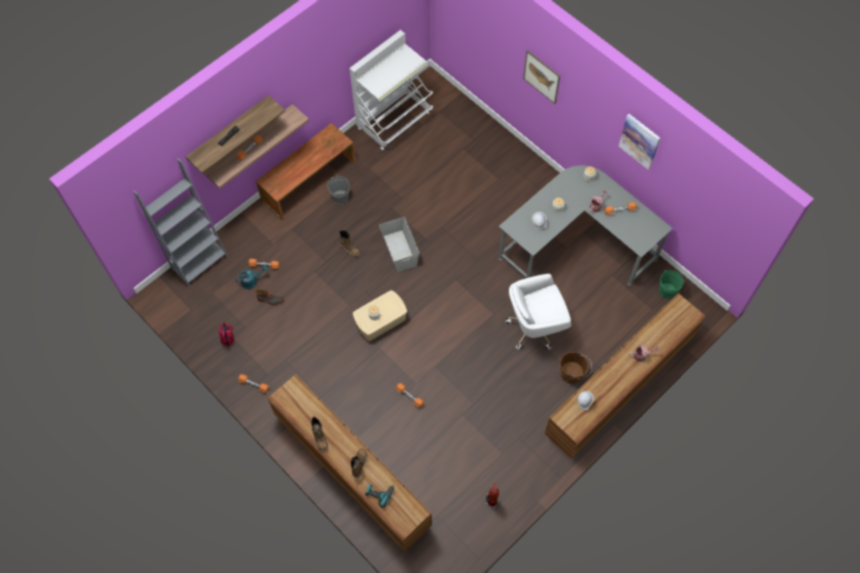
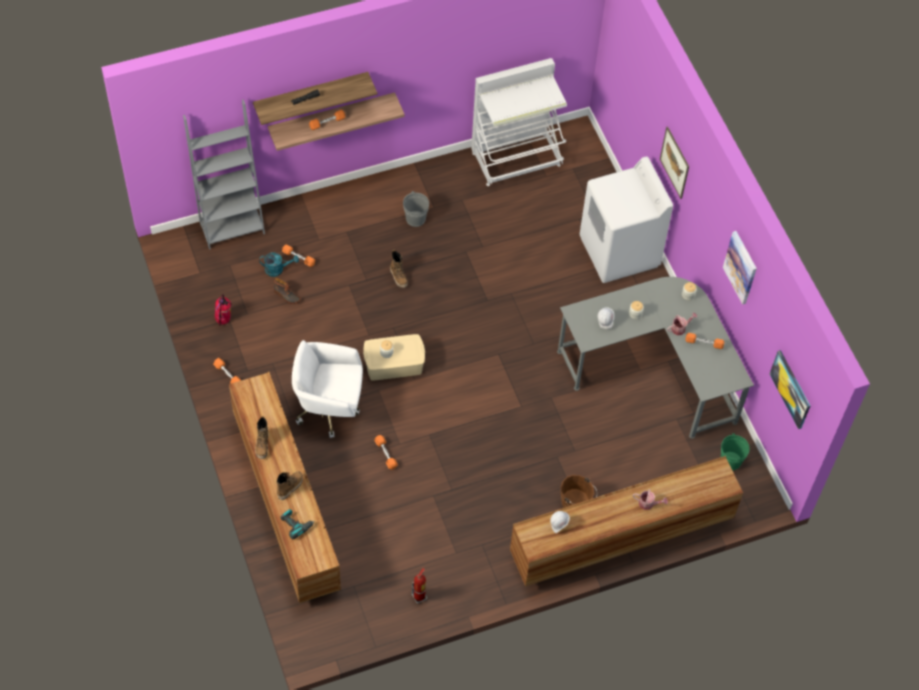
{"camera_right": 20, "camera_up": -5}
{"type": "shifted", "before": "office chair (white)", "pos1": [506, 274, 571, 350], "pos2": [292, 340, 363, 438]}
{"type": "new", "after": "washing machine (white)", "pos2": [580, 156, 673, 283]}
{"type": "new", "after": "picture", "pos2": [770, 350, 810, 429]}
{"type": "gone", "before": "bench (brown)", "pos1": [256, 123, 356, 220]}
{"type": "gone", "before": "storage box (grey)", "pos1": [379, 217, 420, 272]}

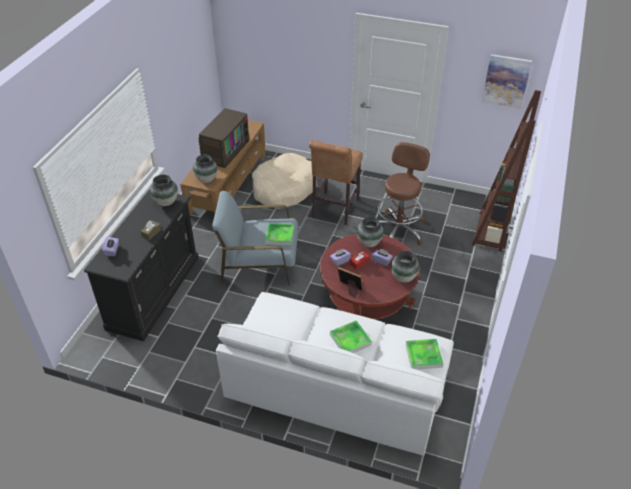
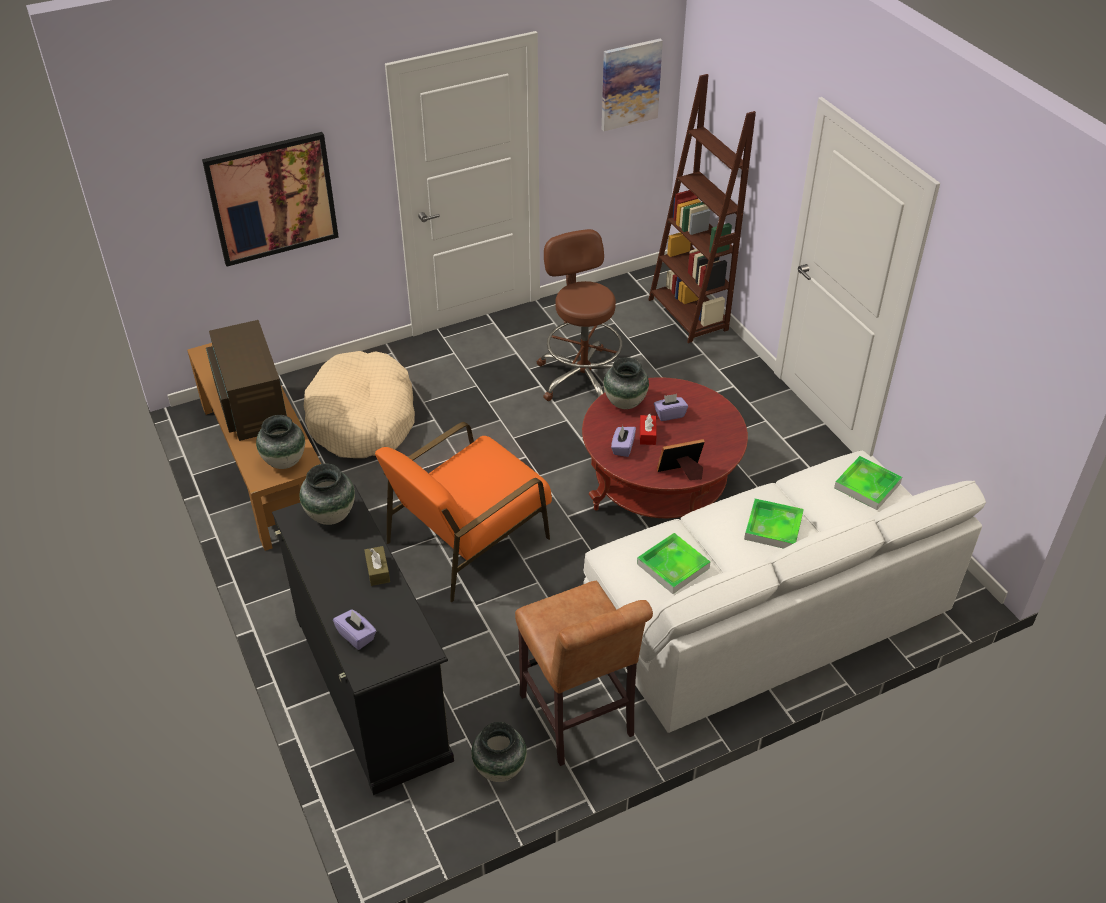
{"camera_right": -45, "camera_up": 0}
{"type": "new", "after": "picture", "pos2": [202, 132, 339, 267]}
{"type": "repainted", "before": "armchair (blue)", "after": "armchair (orange)", "pos1": [212, 191, 298, 286], "pos2": [375, 422, 552, 602]}
{"type": "shifted", "before": "vase", "pos1": [391, 250, 419, 283], "pos2": [471, 722, 527, 782]}
{"type": "shifted", "before": "stool (brown)", "pos1": [309, 140, 363, 225], "pos2": [515, 581, 653, 766]}
{"type": "shifted", "before": "tray", "pos1": [265, 223, 294, 246], "pos2": [637, 533, 710, 594]}

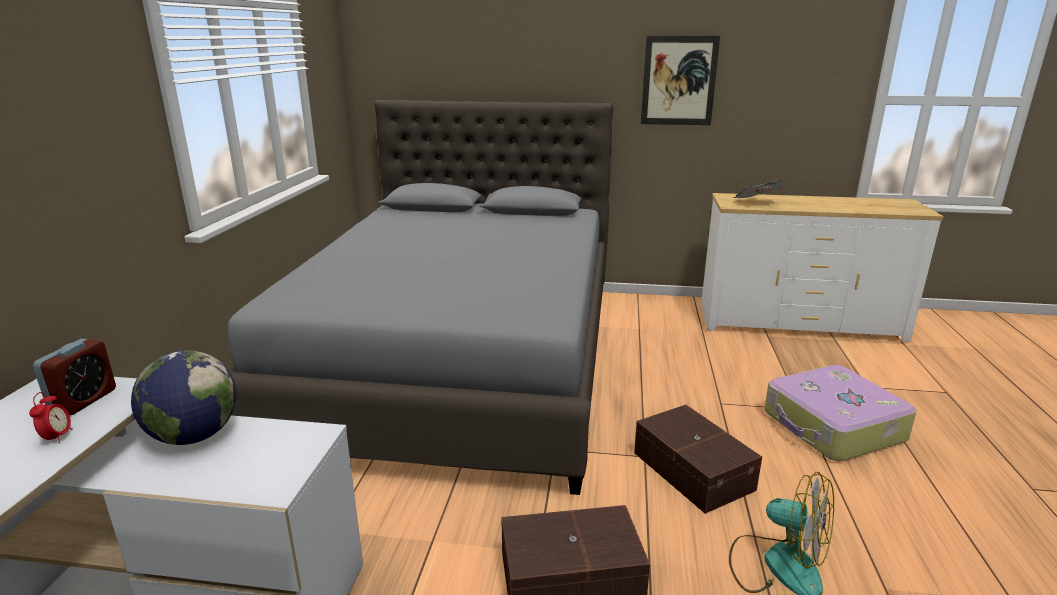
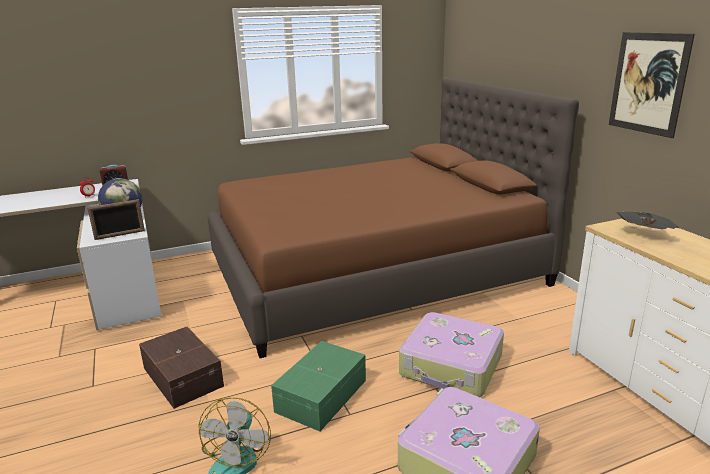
{"camera_right": 60, "camera_up": 0}
{"type": "new", "after": "picture frame", "pos2": [87, 199, 145, 240]}
{"type": "repainted", "before": "bed (grey)", "after": "bed (brown)", "pos1": [228, 100, 613, 495], "pos2": [208, 77, 579, 358]}
{"type": "repainted", "before": "storage box (brown)", "after": "storage box (green)", "pos1": [634, 405, 762, 514], "pos2": [271, 341, 366, 431]}
{"type": "new", "after": "suitcase", "pos2": [399, 312, 504, 397]}

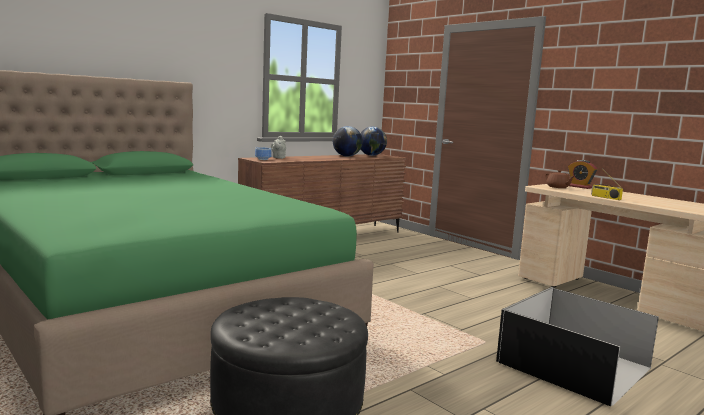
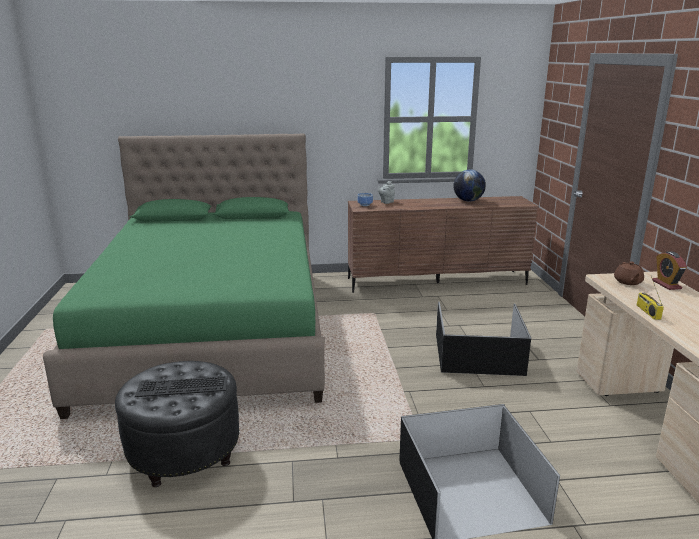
{"camera_right": 35, "camera_up": 10}
{"type": "new", "after": "keyboard", "pos2": [135, 376, 228, 397]}
{"type": "new", "after": "storage box (black)", "pos2": [436, 302, 531, 376]}
{"type": "gone", "before": "globe", "pos1": [361, 127, 387, 156]}

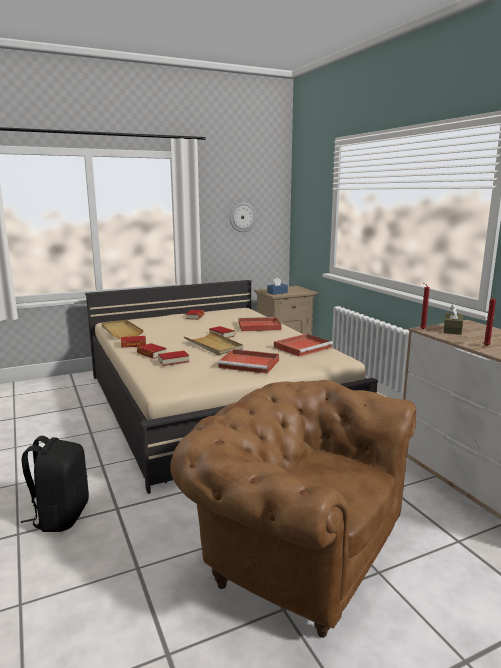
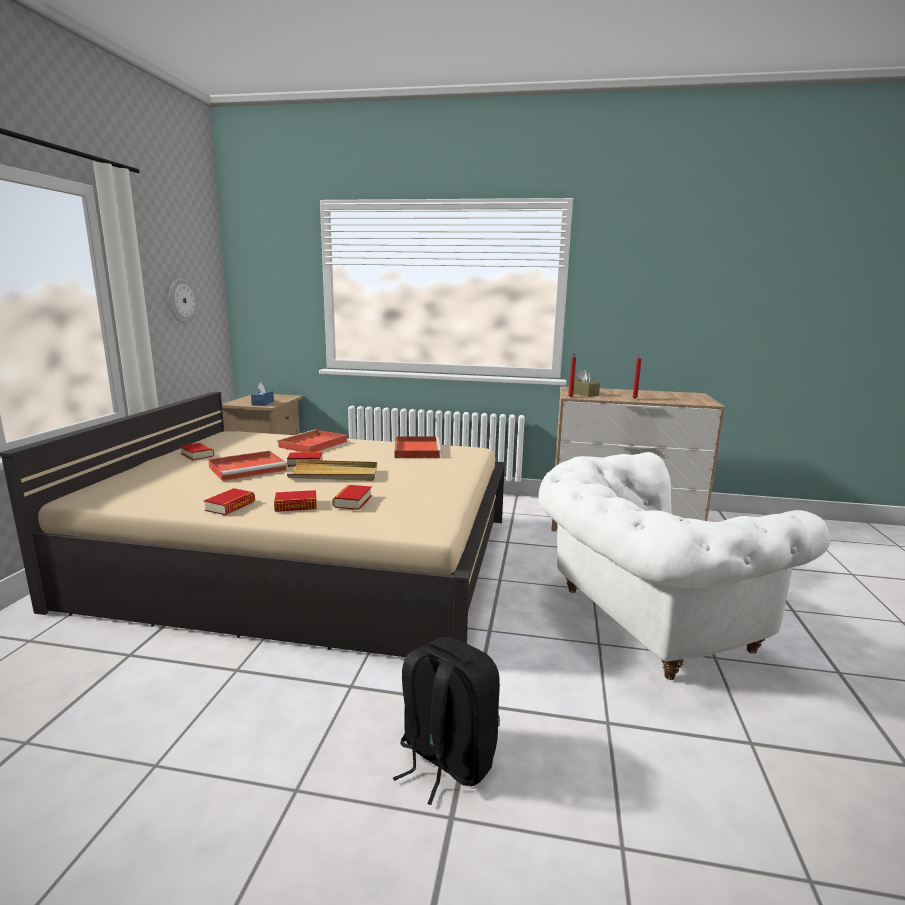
{"camera_right": -55, "camera_up": 0}
{"type": "shifted", "before": "tray (red)", "pos1": [218, 349, 279, 374], "pos2": [208, 451, 287, 481]}
{"type": "repainted", "before": "armchair (brown)", "after": "armchair (white)", "pos1": [170, 380, 416, 638], "pos2": [539, 452, 830, 680]}
{"type": "gone", "before": "tray (beige)", "pos1": [102, 320, 144, 339]}

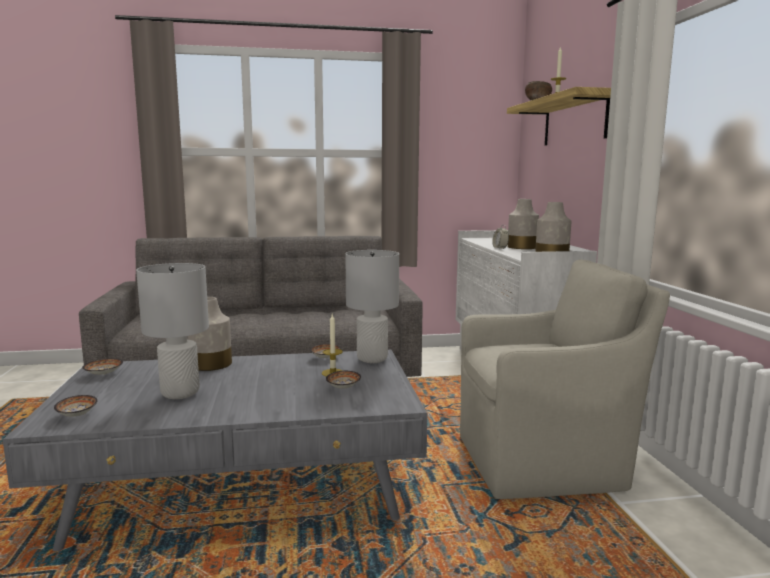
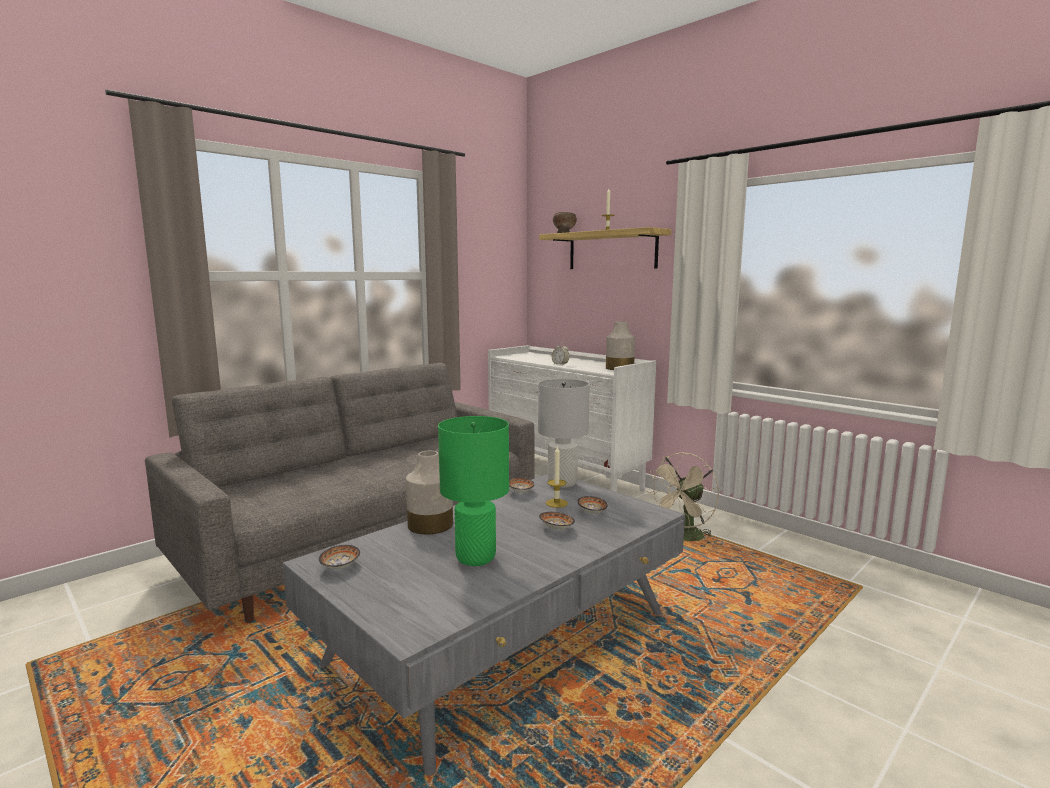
{"camera_right": -35, "camera_up": 0}
{"type": "repainted", "before": "table lamp (grey)", "after": "table lamp (green)", "pos1": [136, 263, 209, 399], "pos2": [438, 416, 509, 566]}
{"type": "shifted", "before": "bowl", "pos1": [54, 395, 97, 417], "pos2": [539, 512, 575, 530]}
{"type": "swapped", "before": "armchair (beige)", "after": "fan (beige)", "pos1": [460, 259, 670, 499], "pos2": [649, 452, 719, 543]}
{"type": "gone", "before": "vase (beige)", "pos1": [507, 199, 539, 249]}

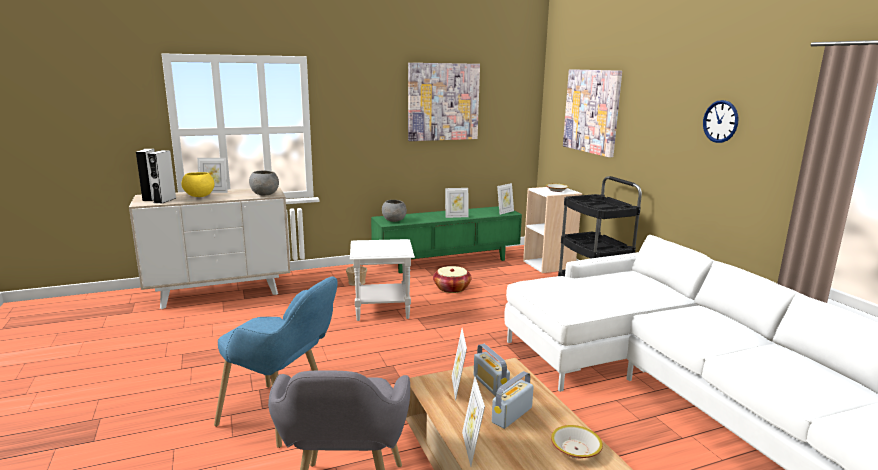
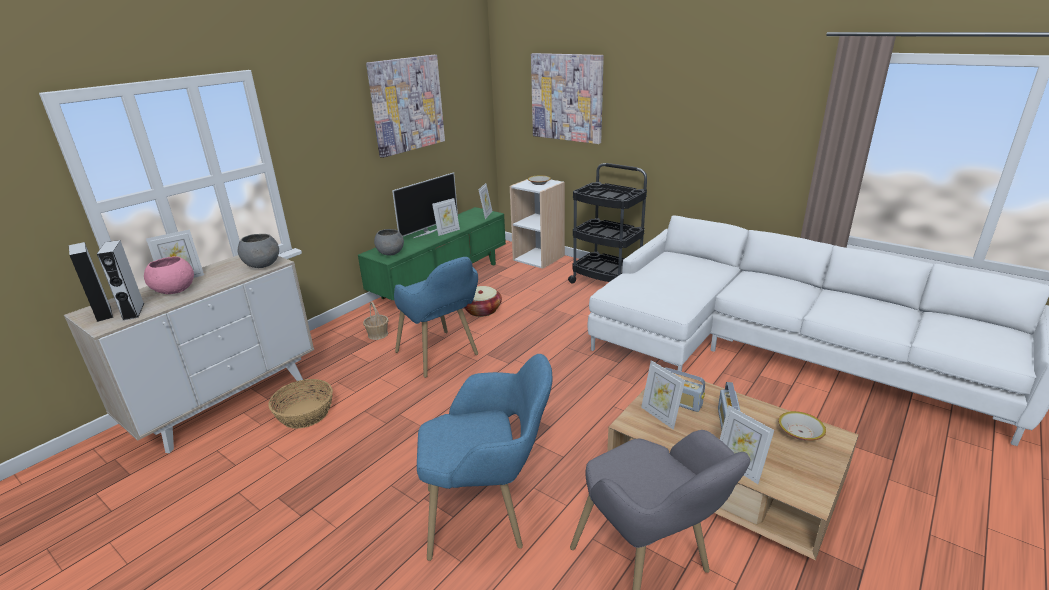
{"camera_right": -30, "camera_up": 10}
{"type": "repainted", "before": "bowl (yellow)", "after": "bowl (pink)", "pos1": [182, 172, 215, 197], "pos2": [144, 257, 194, 294]}
{"type": "new", "after": "basket", "pos2": [269, 379, 333, 428]}
{"type": "new", "after": "television", "pos2": [392, 172, 458, 238]}
{"type": "swapped", "before": "side table (white)", "after": "armchair (blue)", "pos1": [350, 239, 415, 321], "pos2": [394, 257, 478, 378]}
{"type": "gone", "before": "wall clock", "pos1": [703, 100, 738, 143]}

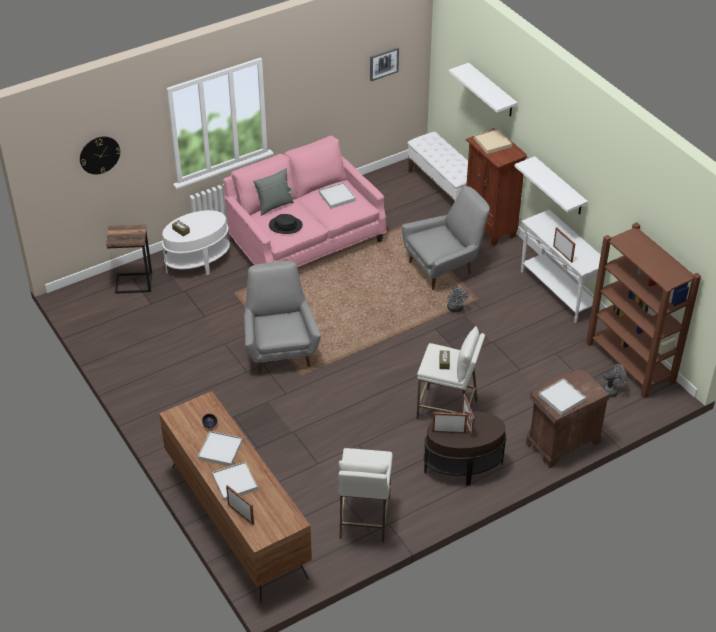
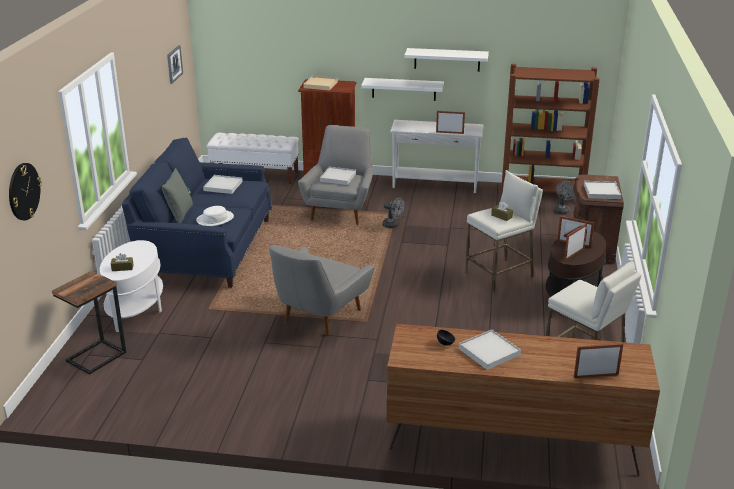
{"camera_right": -50, "camera_up": -15}
{"type": "repainted", "before": "sofa (pink)", "after": "sofa (blue)", "pos1": [223, 136, 386, 267], "pos2": [122, 137, 272, 288]}
{"type": "repainted", "before": "hat (black)", "after": "hat (white)", "pos1": [269, 214, 303, 234], "pos2": [196, 206, 234, 226]}
{"type": "rotated", "before": "armchair (grey)", "pos1": [244, 261, 321, 374], "pos2": [269, 245, 374, 336], "turn": -90}
{"type": "shifted", "before": "tray (white)", "pos1": [212, 461, 258, 501], "pos2": [320, 167, 356, 185]}
{"type": "shifted", "before": "shelf (white)", "pos1": [449, 63, 518, 117], "pos2": [404, 48, 489, 72]}

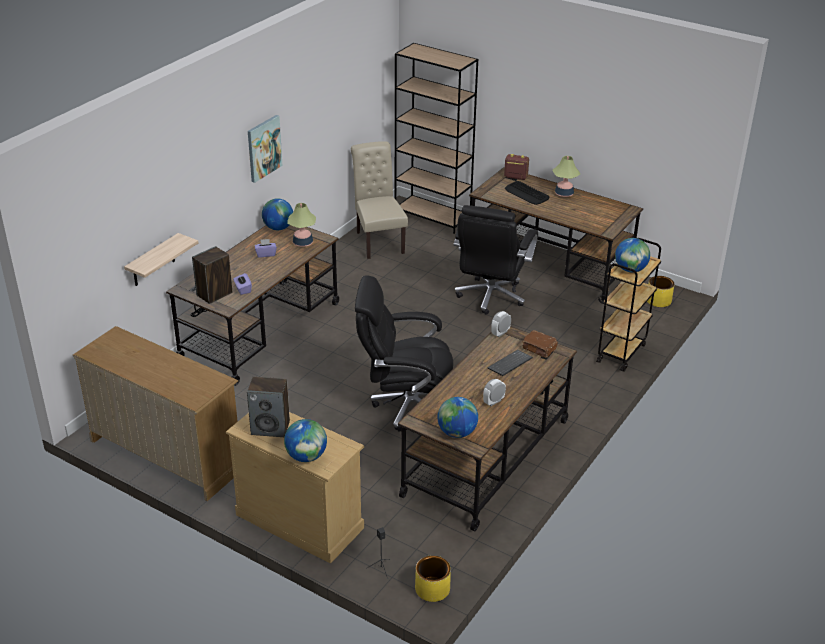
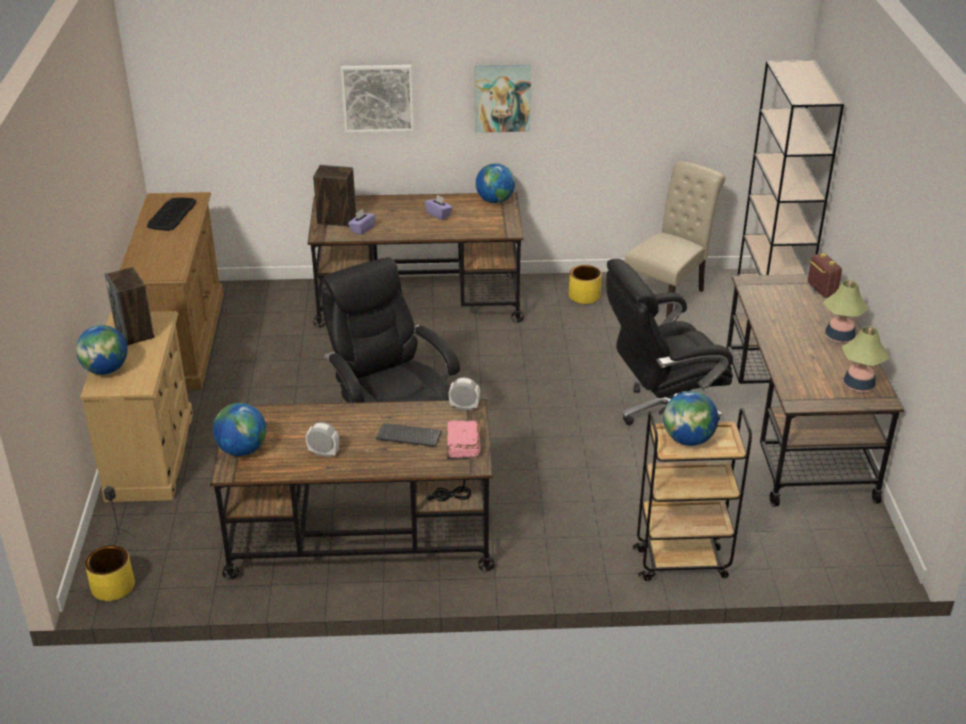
{"camera_right": 55, "camera_up": 0}
{"type": "shifted", "before": "keyboard", "pos1": [504, 181, 549, 205], "pos2": [147, 197, 196, 231]}
{"type": "new", "after": "picture", "pos2": [341, 65, 414, 133]}
{"type": "repainted", "before": "book (brown)", "after": "book (pink)", "pos1": [522, 330, 558, 358], "pos2": [446, 421, 480, 458]}
{"type": "shifted", "before": "planter (yellow)", "pos1": [647, 276, 674, 307], "pos2": [569, 265, 602, 304]}
{"type": "shifted", "before": "table lamp", "pos1": [287, 203, 316, 247], "pos2": [842, 326, 889, 392]}
{"type": "gone", "before": "shelf", "pos1": [124, 233, 198, 286]}

